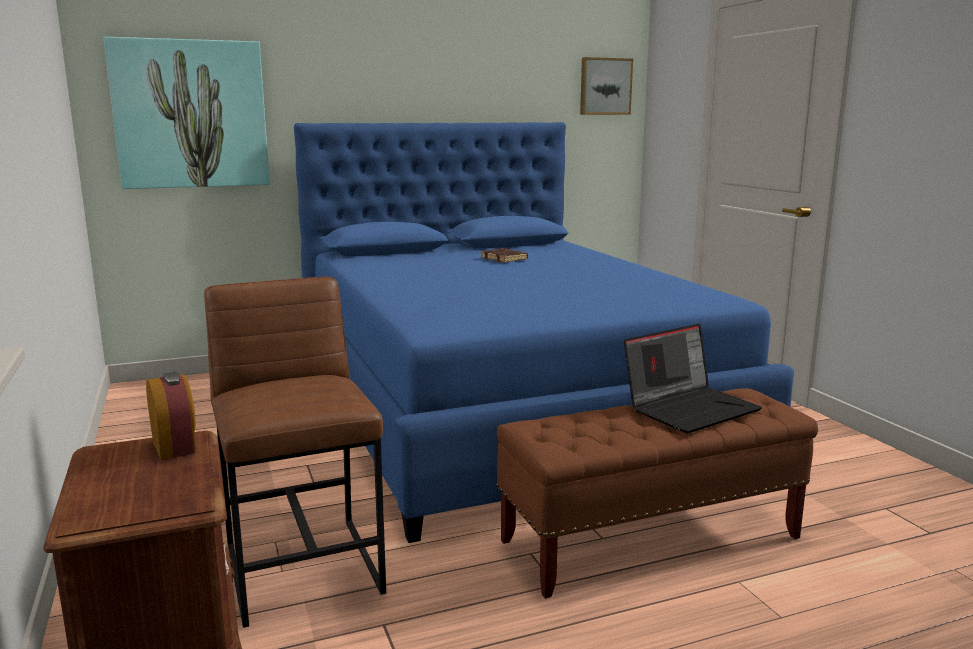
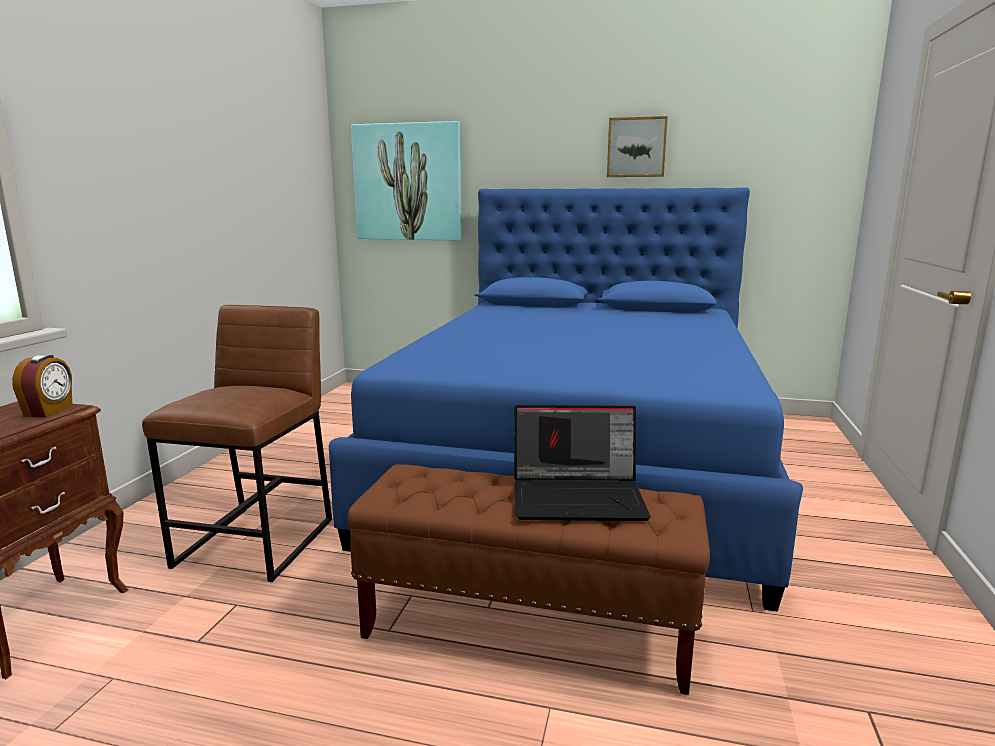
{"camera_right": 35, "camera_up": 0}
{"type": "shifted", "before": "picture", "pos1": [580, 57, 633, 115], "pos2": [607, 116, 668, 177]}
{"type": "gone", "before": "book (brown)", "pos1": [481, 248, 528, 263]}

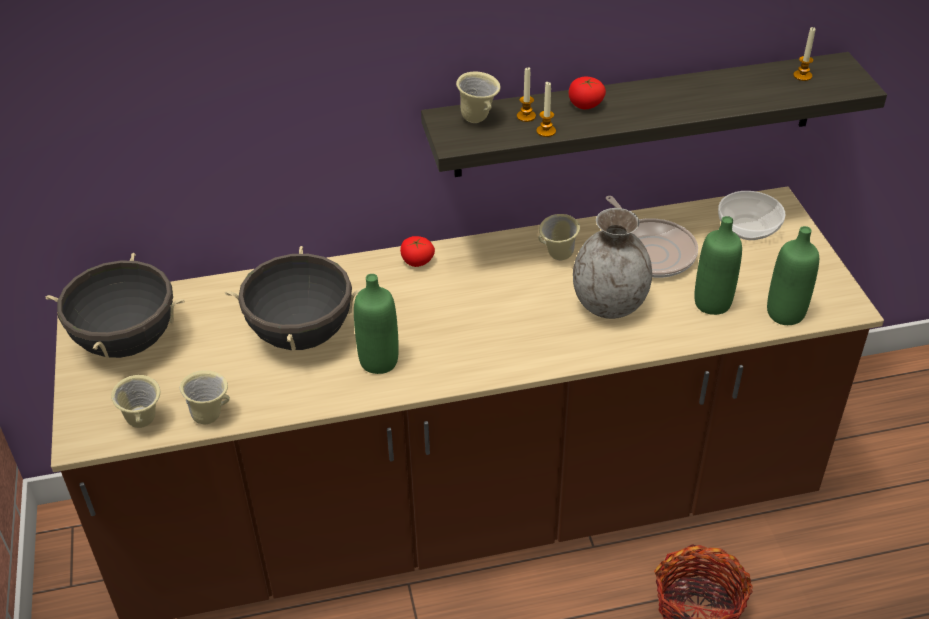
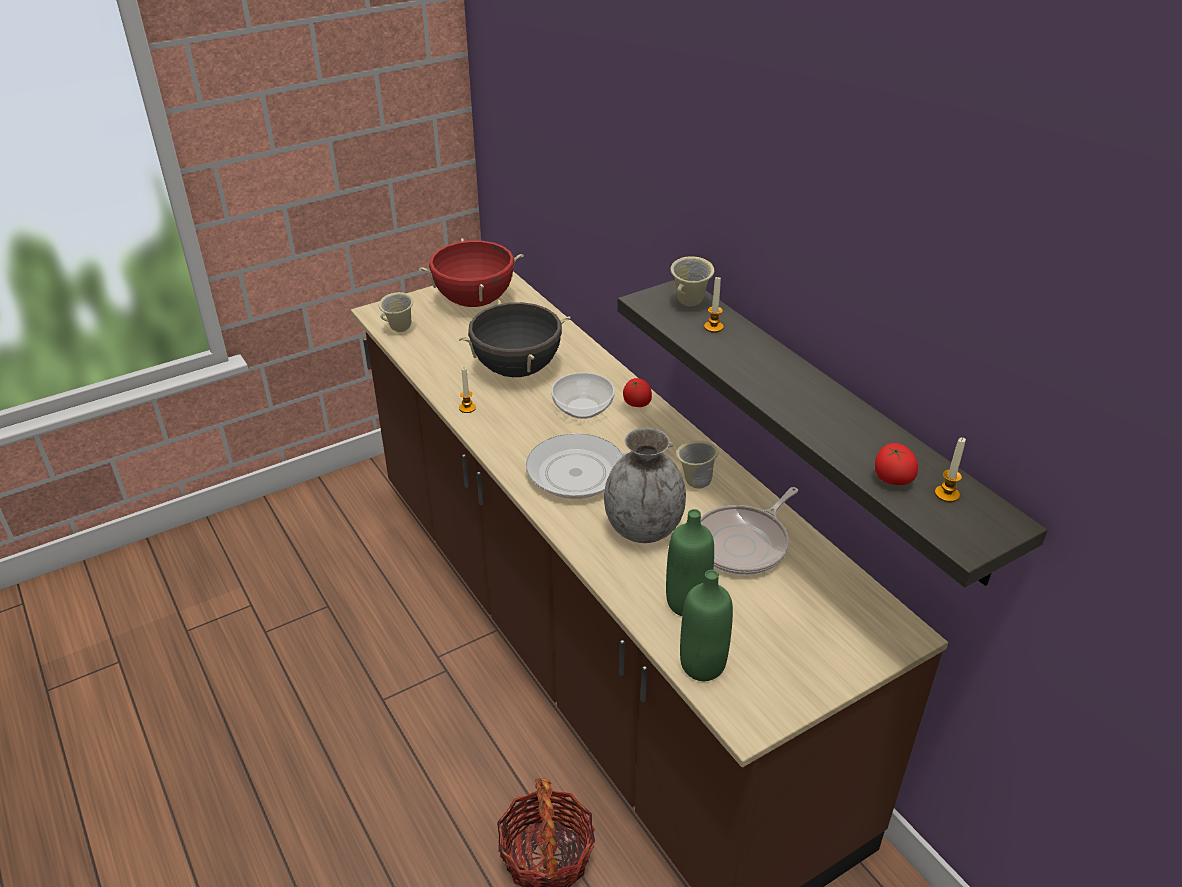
{"camera_right": 70, "camera_up": -5}
{"type": "repainted", "before": "cooking pot (black)", "after": "cooking pot (red)", "pos1": [45, 253, 185, 359], "pos2": [419, 238, 523, 307]}
{"type": "shifted", "before": "candle", "pos1": [536, 81, 556, 137], "pos2": [459, 367, 476, 413]}
{"type": "new", "after": "frying pan", "pos2": [526, 433, 673, 499]}
{"type": "shifted", "before": "bowl", "pos1": [718, 191, 786, 240], "pos2": [551, 372, 615, 419]}
{"type": "shifted", "before": "tomato", "pos1": [569, 77, 606, 109], "pos2": [875, 443, 918, 485]}
{"type": "gone", "before": "mug (beige)", "pos1": [180, 370, 230, 424]}
{"type": "gone", "before": "bottle (green)", "pos1": [354, 274, 399, 374]}

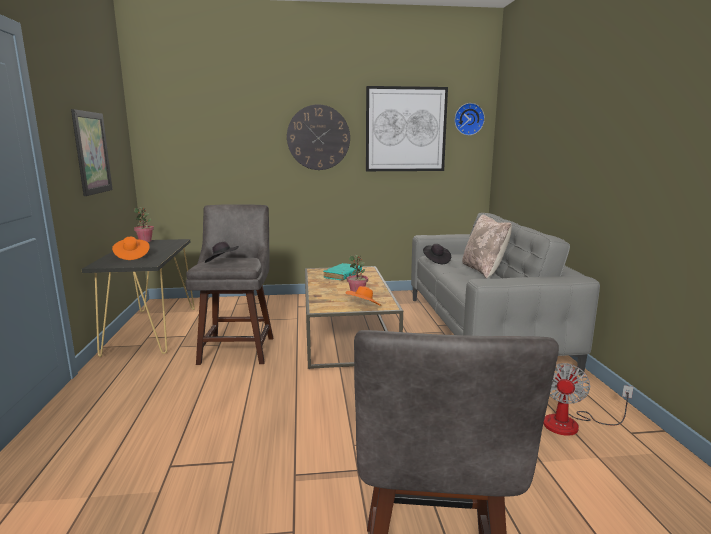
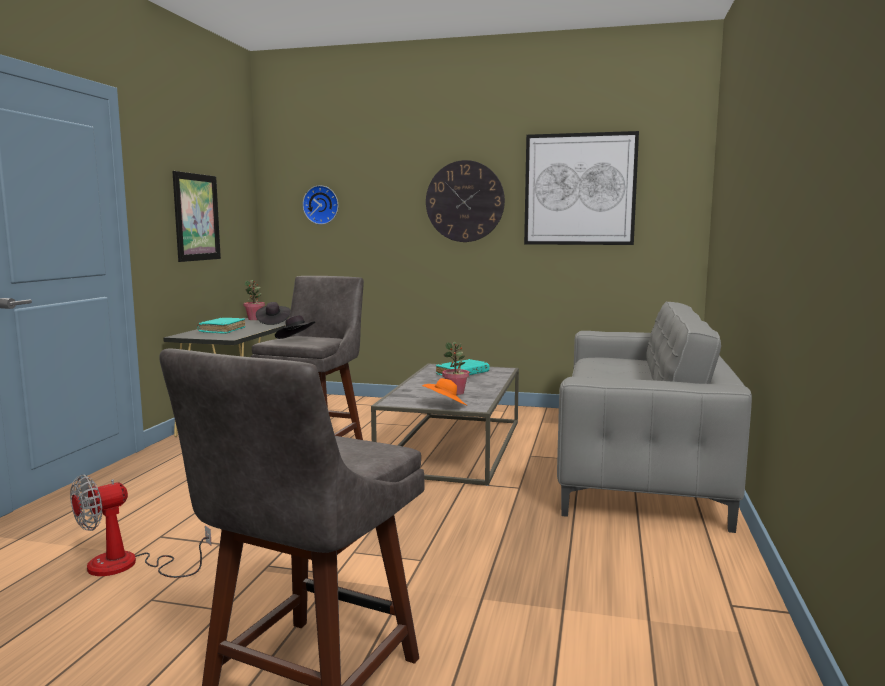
{"camera_right": 20, "camera_up": -5}
{"type": "shifted", "before": "fan", "pos1": [543, 363, 633, 436], "pos2": [70, 475, 212, 578]}
{"type": "swapped", "before": "hat (orange)", "after": "book (turquoise)", "pos1": [112, 237, 150, 260], "pos2": [197, 318, 245, 334]}
{"type": "shifted", "before": "hat (black)", "pos1": [423, 244, 451, 264], "pos2": [256, 302, 291, 325]}
{"type": "shifted", "before": "wall clock", "pos1": [455, 103, 485, 135], "pos2": [303, 185, 338, 225]}
{"type": "repainted", "before": "coffee table (brown)", "after": "coffee table (grey)", "pos1": [305, 266, 403, 369], "pos2": [371, 364, 519, 486]}
{"type": "gone", "before": "pillow (beige)", "pos1": [462, 214, 512, 278]}

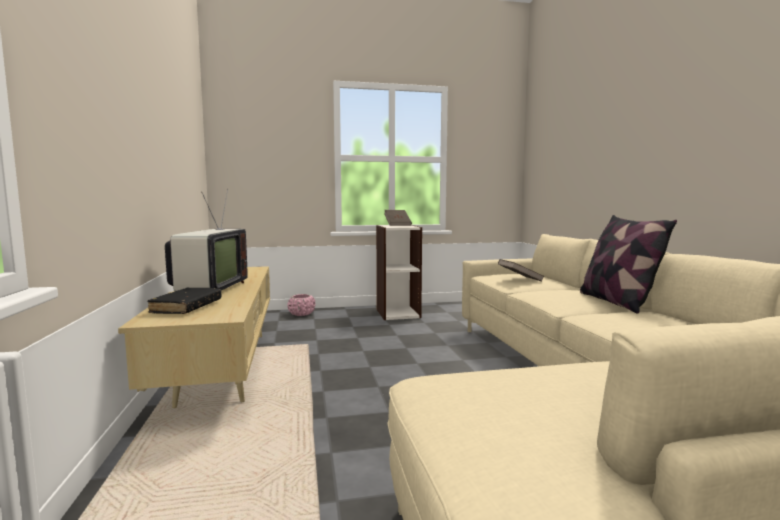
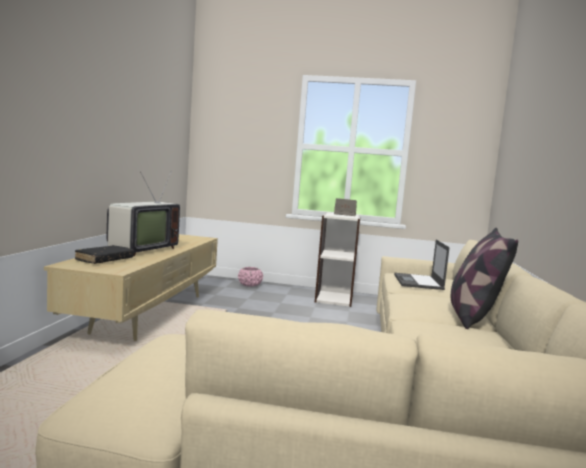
{"camera_right": 20, "camera_up": 0}
{"type": "swapped", "before": "book (brown)", "after": "laptop", "pos1": [498, 259, 545, 281], "pos2": [394, 240, 450, 290]}

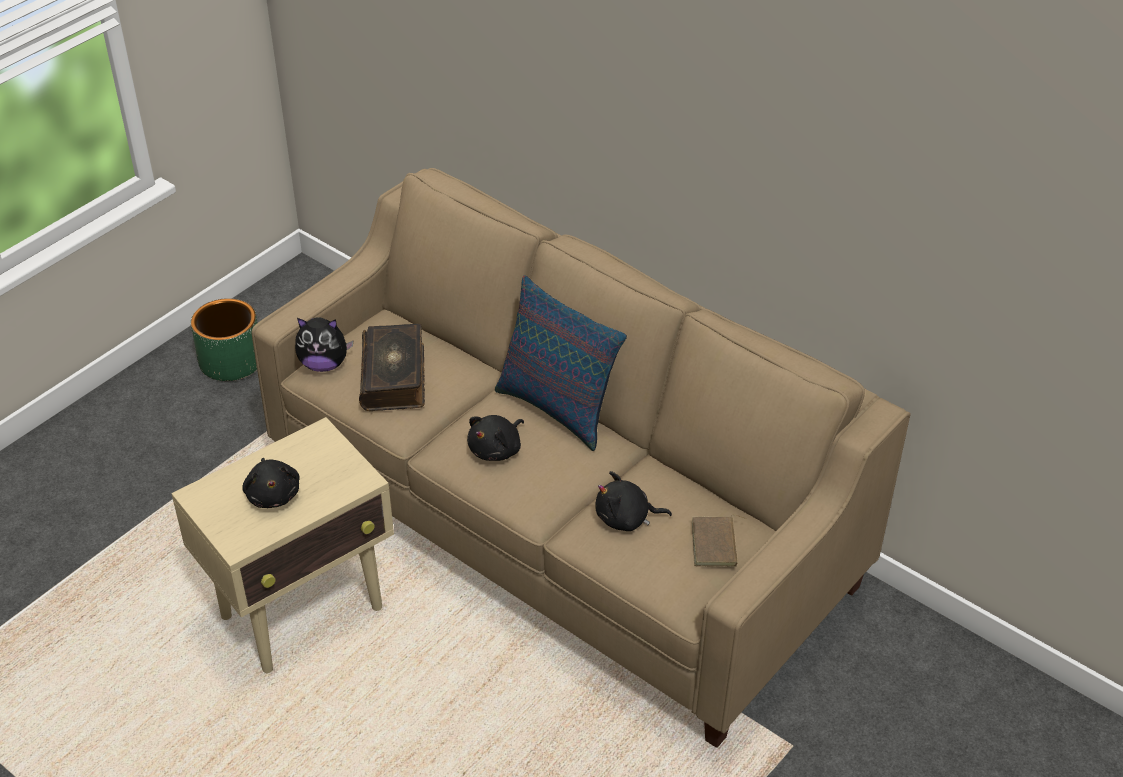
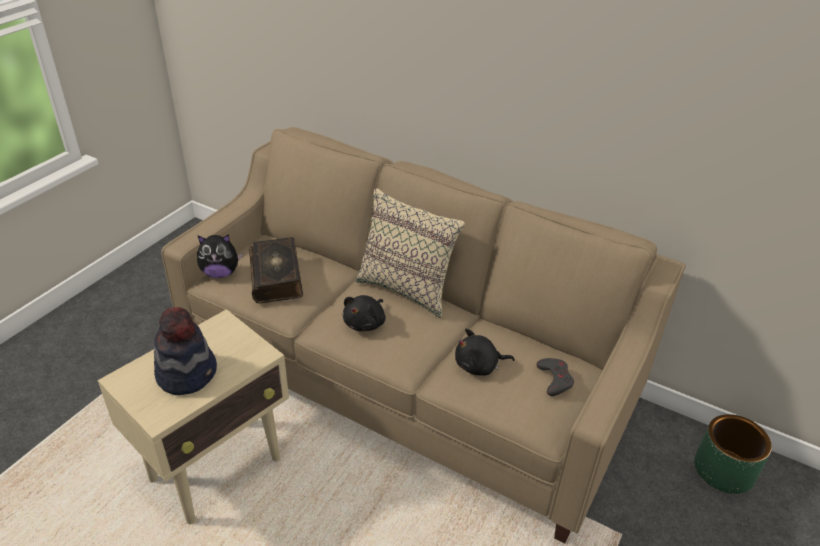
{"camera_right": -10, "camera_up": -5}
{"type": "swapped", "before": "plush toy (black)", "after": "hat", "pos1": [242, 458, 300, 508], "pos2": [154, 307, 217, 395]}
{"type": "repainted", "before": "pillow (blue)", "after": "pillow (beige)", "pos1": [495, 275, 627, 451], "pos2": [355, 188, 465, 318]}
{"type": "swapped", "before": "book (brown)", "after": "game controller (grey)", "pos1": [692, 514, 746, 567], "pos2": [536, 358, 574, 396]}
{"type": "shifted", "before": "planter (green)", "pos1": [191, 298, 258, 381], "pos2": [694, 414, 772, 494]}

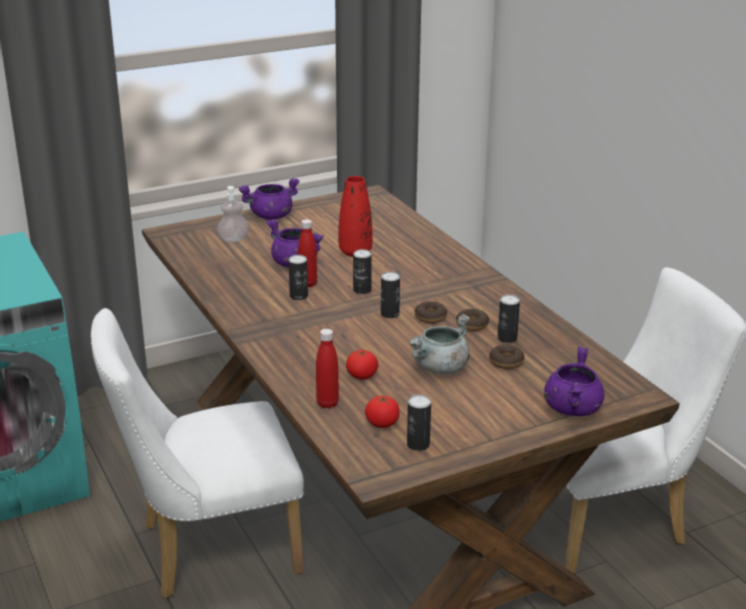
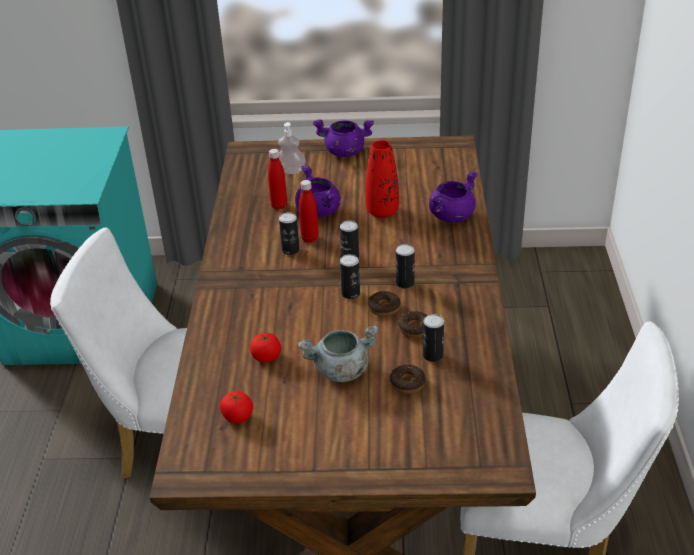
{"camera_right": 30, "camera_up": 10}
{"type": "shifted", "before": "bottle (red)", "pos1": [316, 329, 339, 409], "pos2": [268, 149, 287, 209]}
{"type": "shifted", "before": "can", "pos1": [407, 395, 431, 451], "pos2": [396, 244, 415, 289]}
{"type": "shifted", "before": "cooking pot (purple)", "pos1": [544, 347, 604, 416], "pos2": [429, 171, 478, 223]}

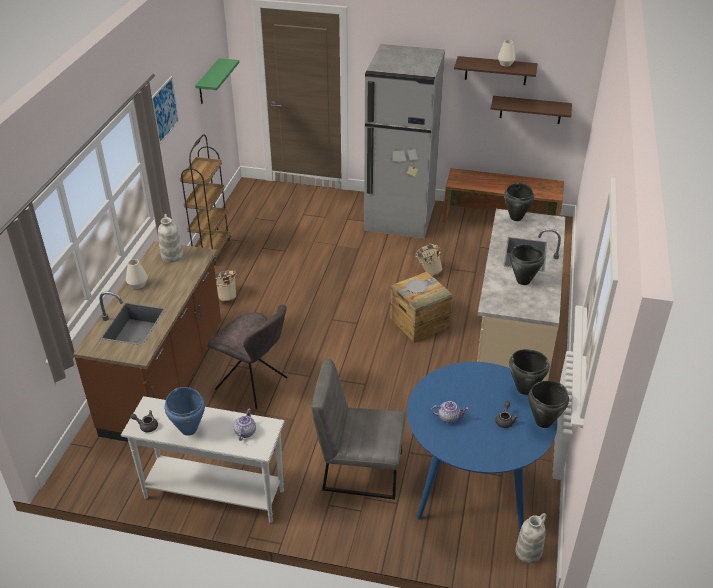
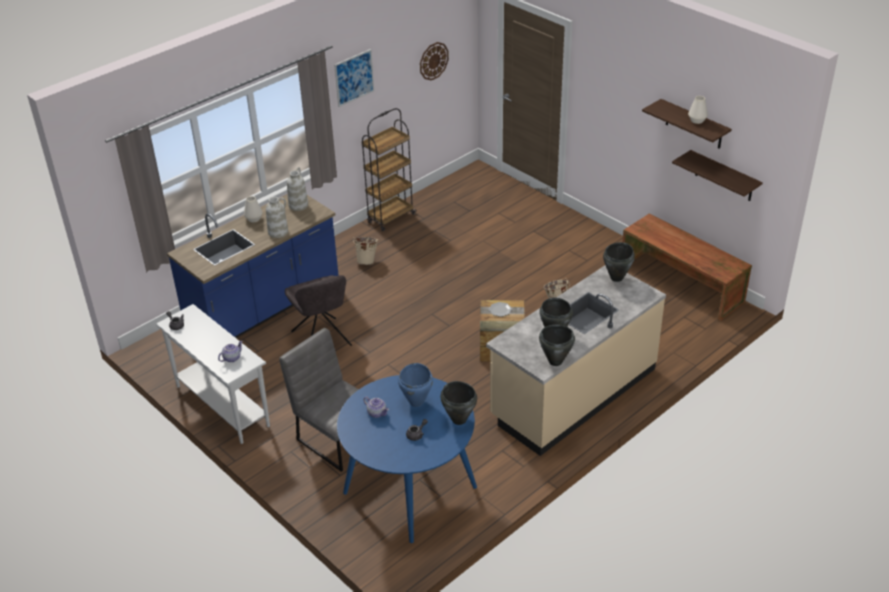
{"camera_right": 35, "camera_up": 0}
{"type": "repainted", "before": "counter (brown)", "after": "counter (blue)", "pos1": [73, 241, 221, 442], "pos2": [167, 194, 339, 338]}
{"type": "shifted", "before": "vase (white)", "pos1": [515, 513, 547, 564], "pos2": [266, 197, 288, 238]}
{"type": "shifted", "before": "cooking pot (blue)", "pos1": [165, 387, 205, 436], "pos2": [398, 363, 433, 407]}
{"type": "swapped", "before": "shelf (green)", "after": "wall clock", "pos1": [195, 58, 239, 104], "pos2": [420, 42, 449, 81]}
{"type": "shifted", "before": "cooking pot (black)", "pos1": [528, 380, 569, 428], "pos2": [539, 325, 575, 366]}
{"type": "gone", "before": "fridge (grey)", "pos1": [364, 44, 445, 239]}

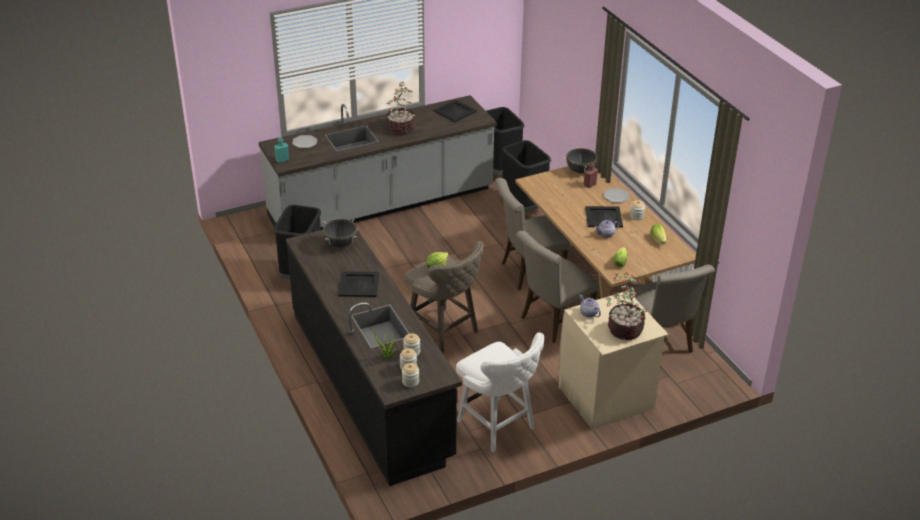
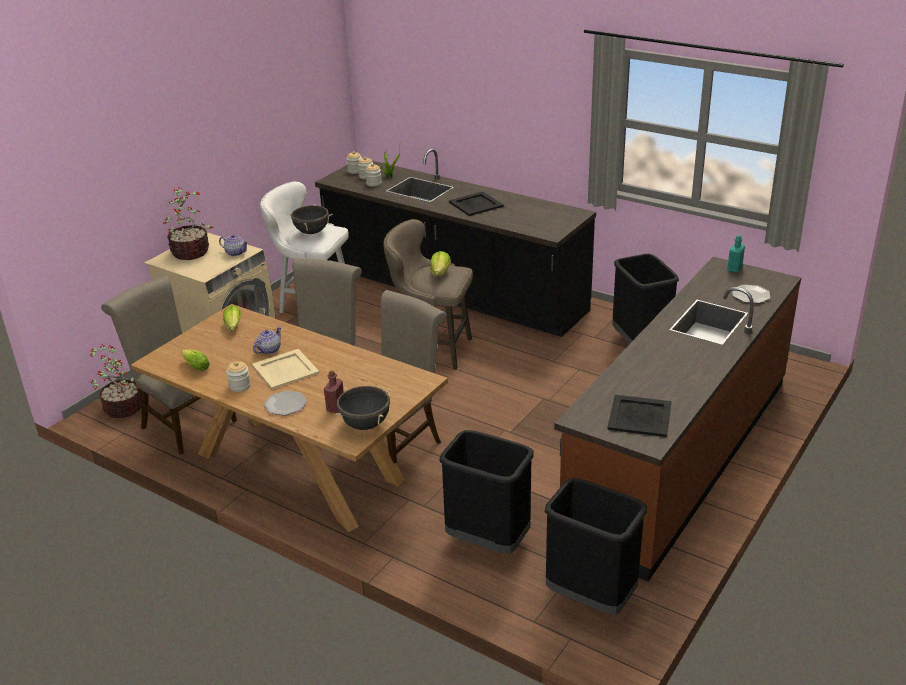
{"camera_right": 150, "camera_up": -5}
{"type": "shifted", "before": "potted plant", "pos1": [386, 82, 416, 135], "pos2": [90, 344, 141, 418]}
{"type": "repainted", "before": "tray (black)", "after": "tray (beige)", "pos1": [585, 206, 623, 228], "pos2": [252, 349, 320, 389]}
{"type": "shifted", "before": "cooking pot (black)", "pos1": [323, 219, 357, 247], "pos2": [287, 204, 333, 234]}
{"type": "repainted", "before": "counter (grey)", "after": "counter (brown)", "pos1": [259, 95, 497, 230], "pos2": [554, 257, 801, 582]}

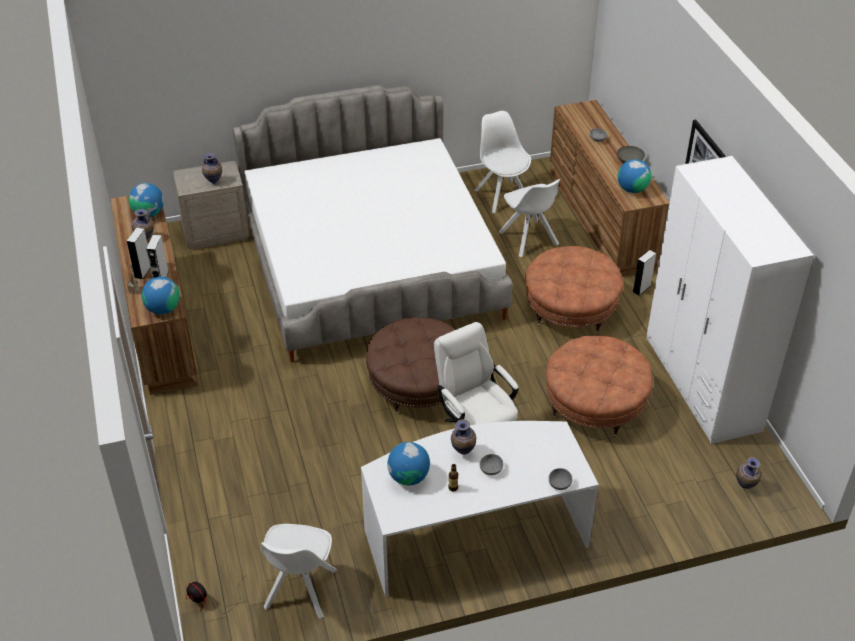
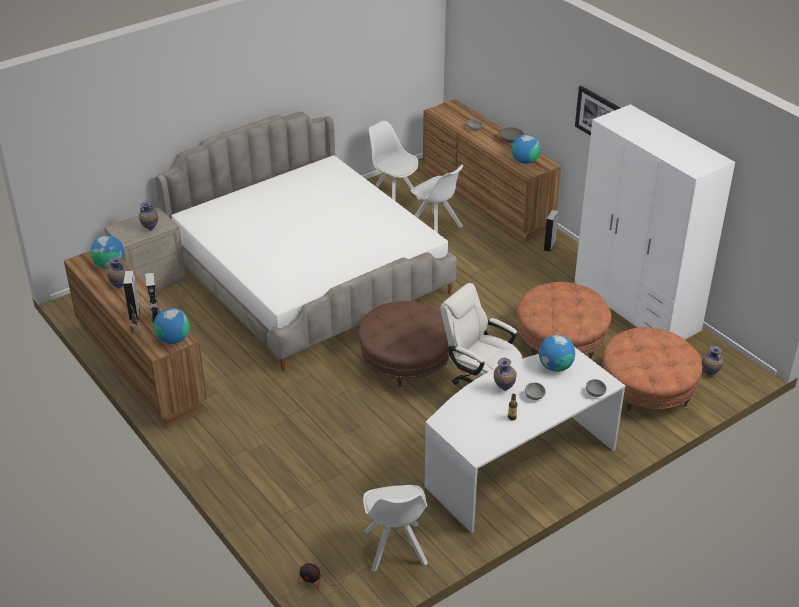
{"camera_right": -20, "camera_up": -5}
{"type": "shifted", "before": "globe", "pos1": [387, 442, 430, 485], "pos2": [539, 335, 575, 372]}
{"type": "shifted", "before": "ottoman (brown)", "pos1": [525, 246, 624, 334], "pos2": [603, 327, 702, 415]}

